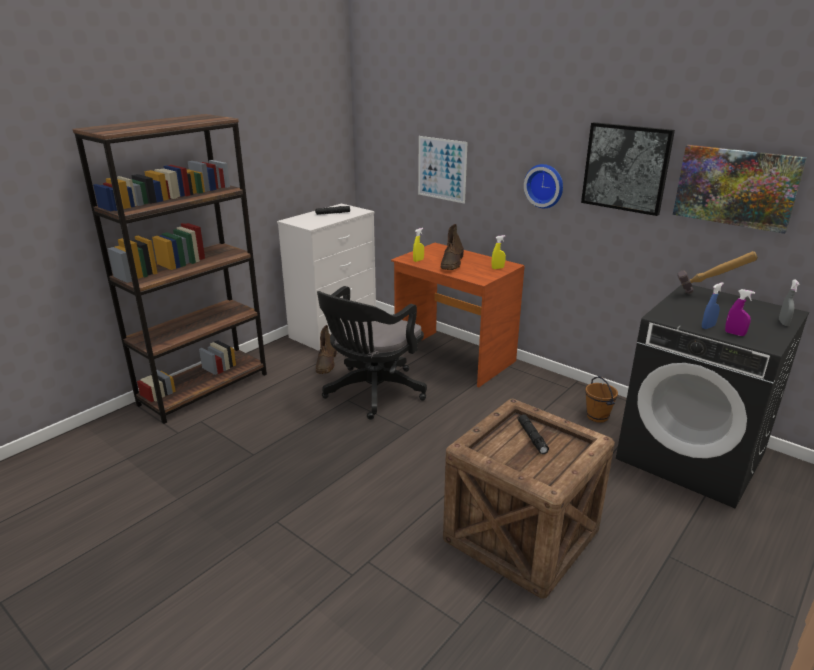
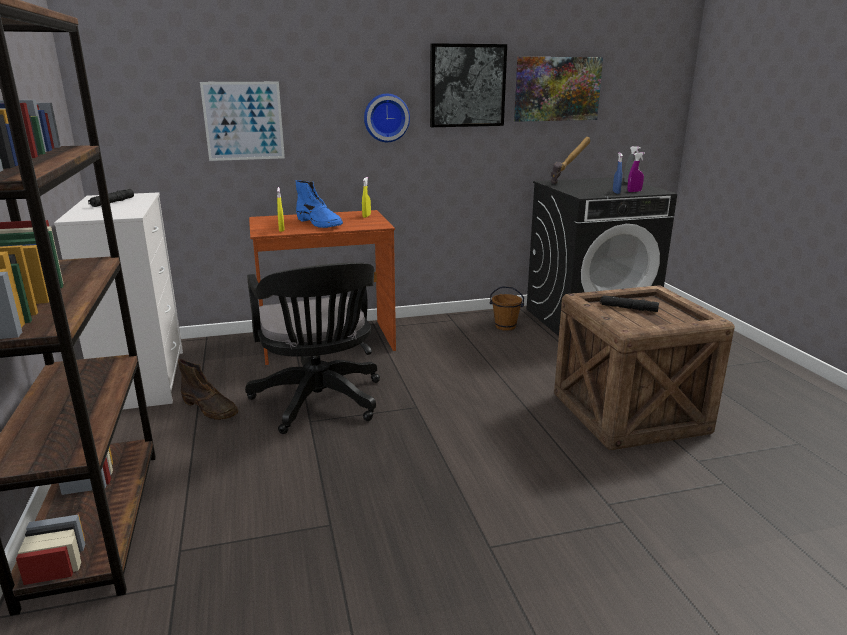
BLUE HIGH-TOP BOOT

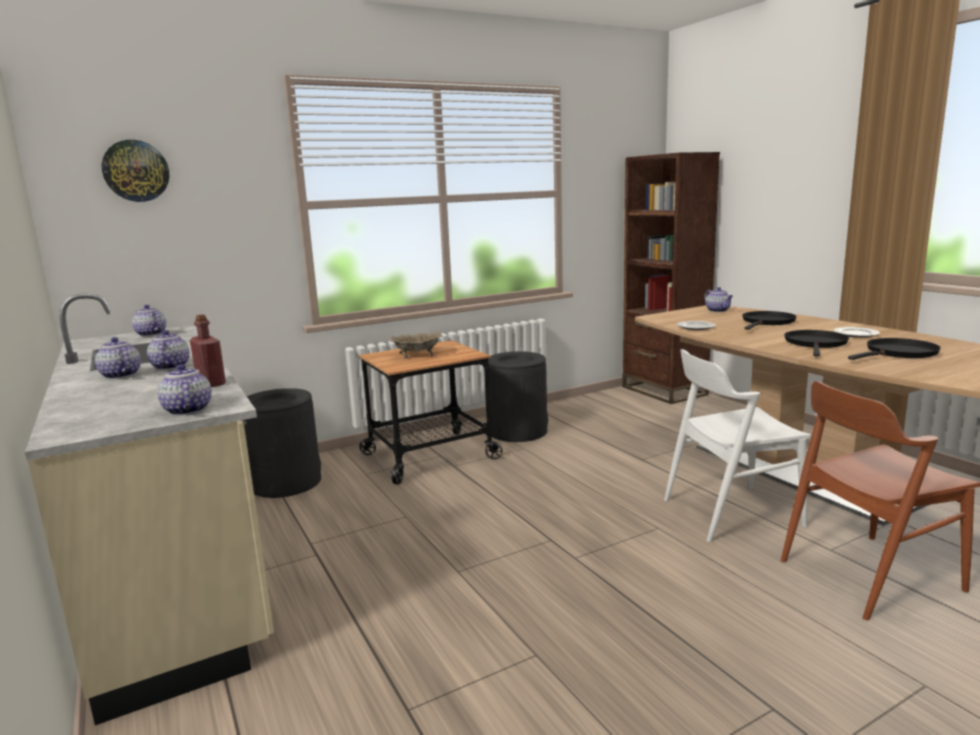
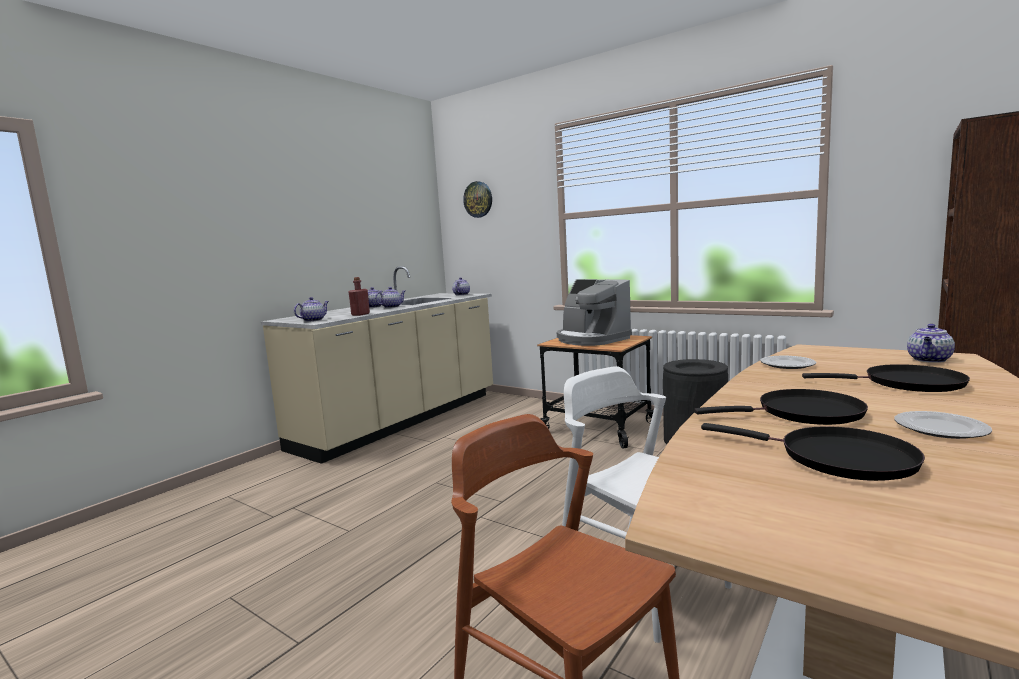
BLACK WASTE BIN (1st from left in the first image)
COFFEE BREWER

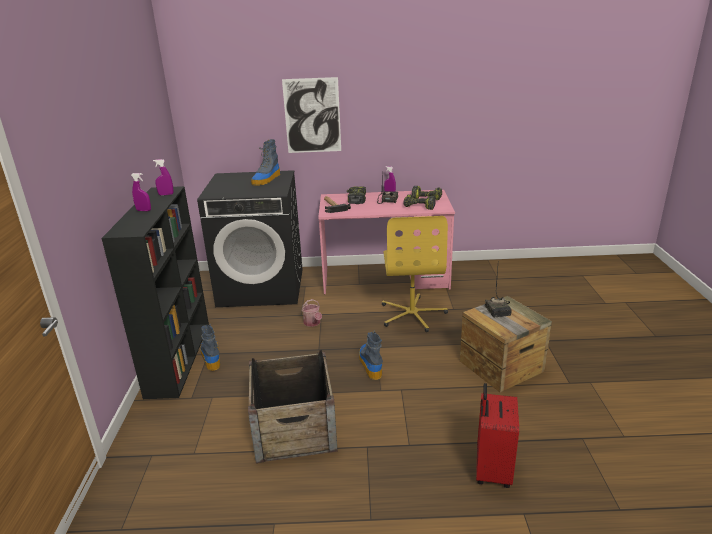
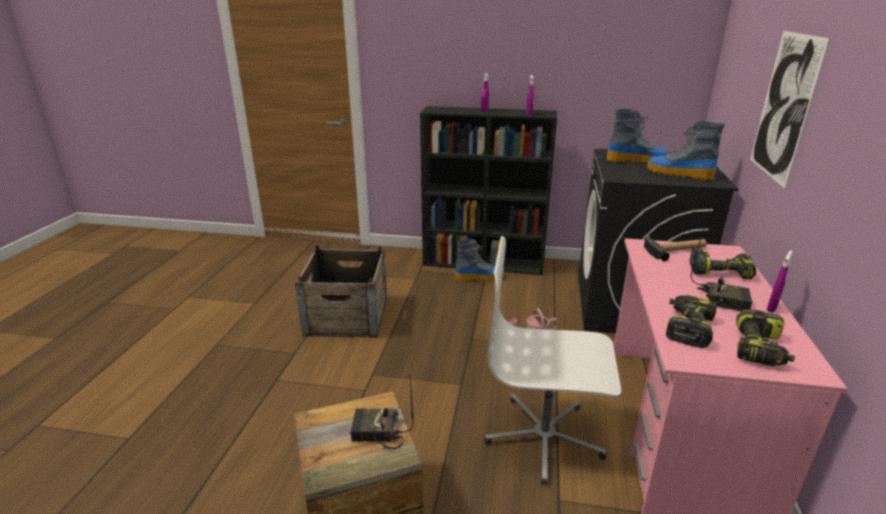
RED-COLOURED SUITCASE
HIGH-TOP BOOT (2nd from left)
WHITISH OFFICE CHAIR

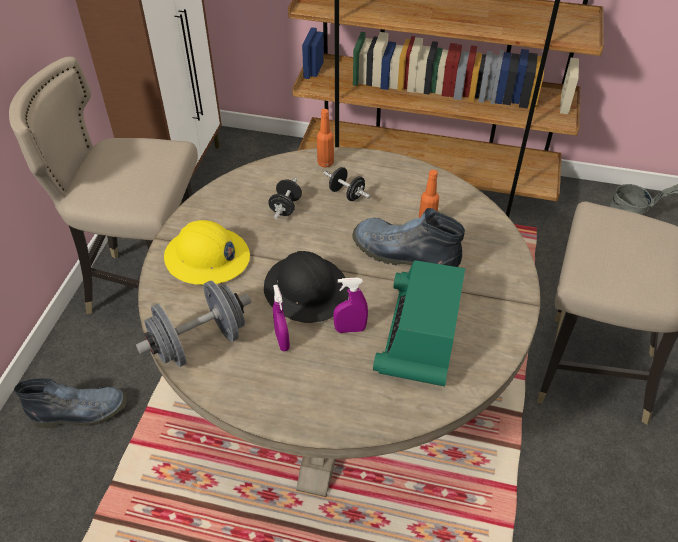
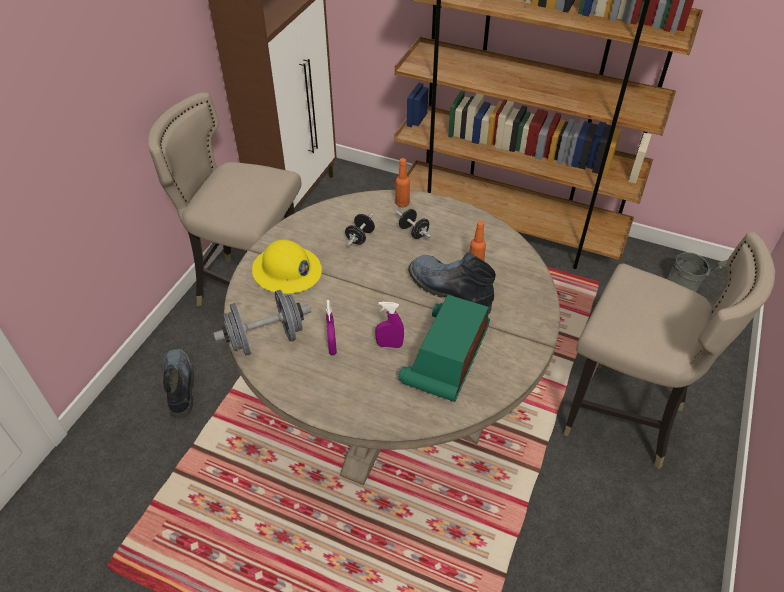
BLACK HARD HAT
HIGH-TOP BOOT (1st from left)

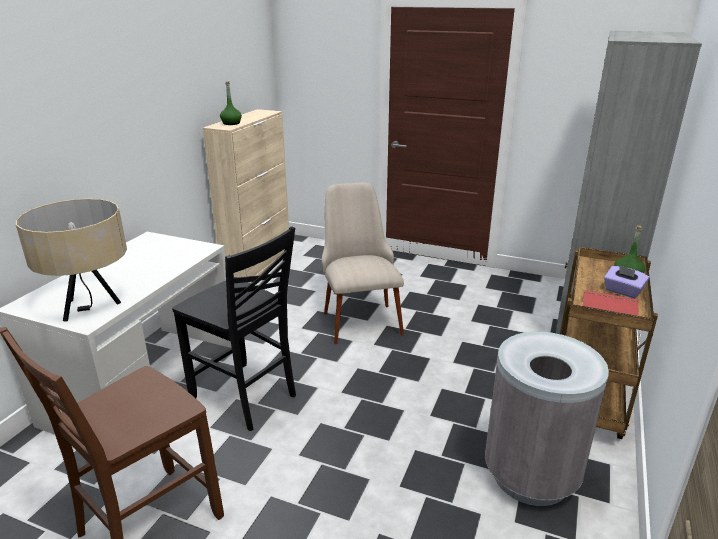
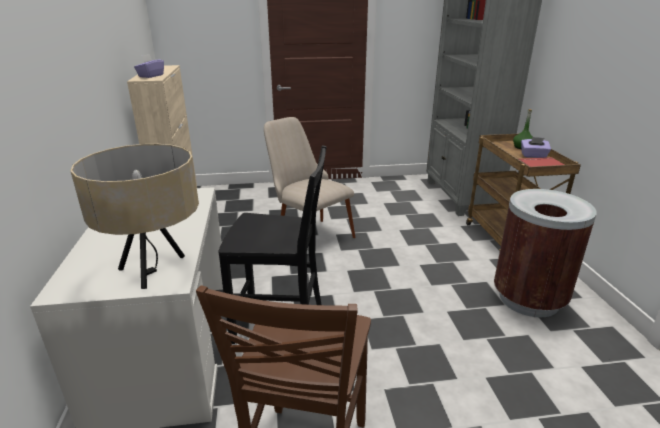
PURPLE-COLOURED TISSUE BOX (1st from left)
BROWNISH WASTE BIN

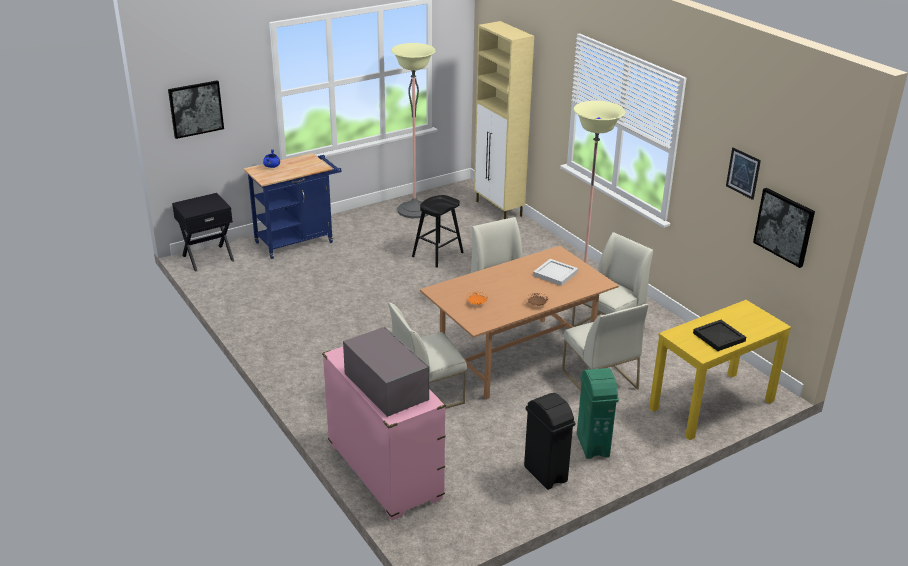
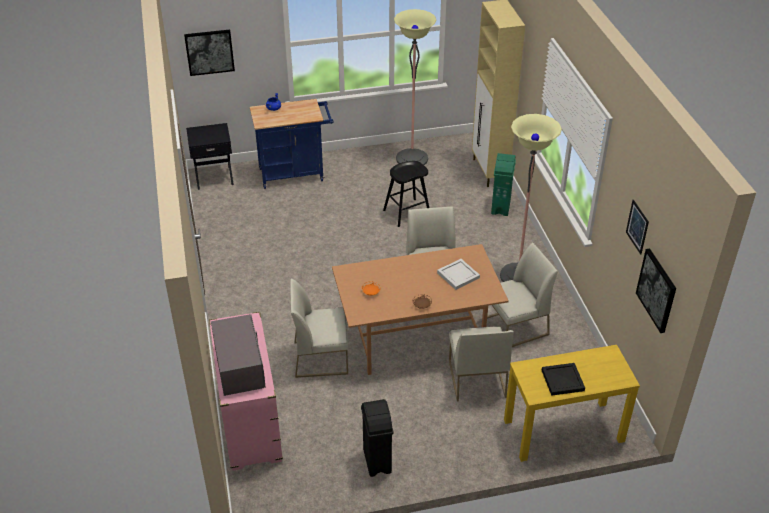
GREEN-COLOURED WASTE BIN

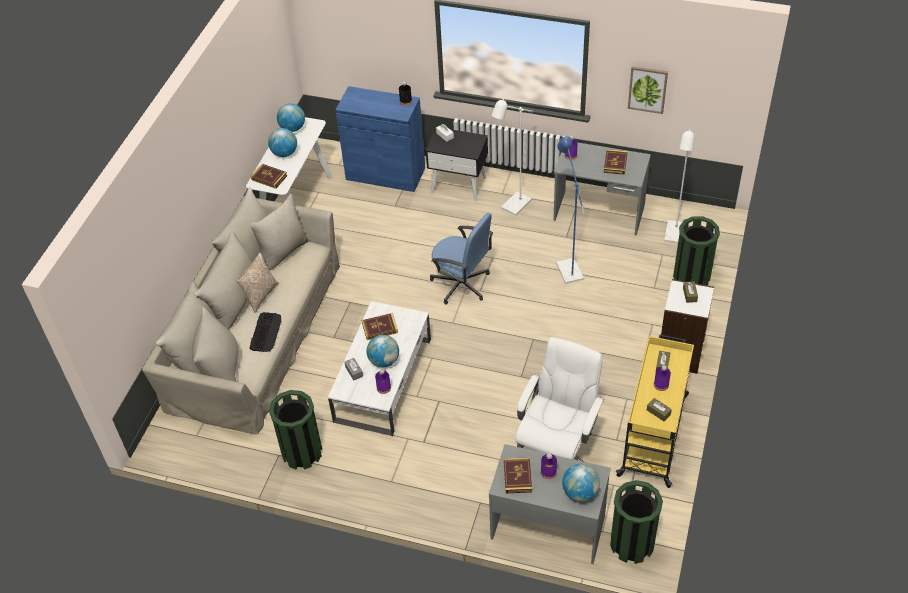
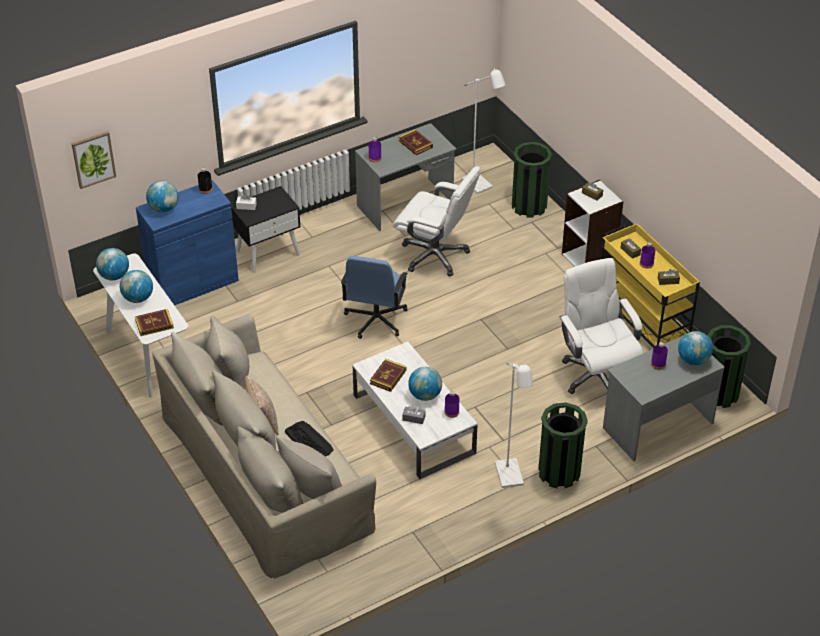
BOUND BOOK (3rd from left in the first image)
DESK GLOBE (3rd from left)
GREEN-COLOURED WASTE BIN (2nd from left)
WHITISH STANDING LAMP (2nd from left)
WALL ART
WHITISH OFFICE CHAIR (1st from left)
BLUE OFFICE CHAIR

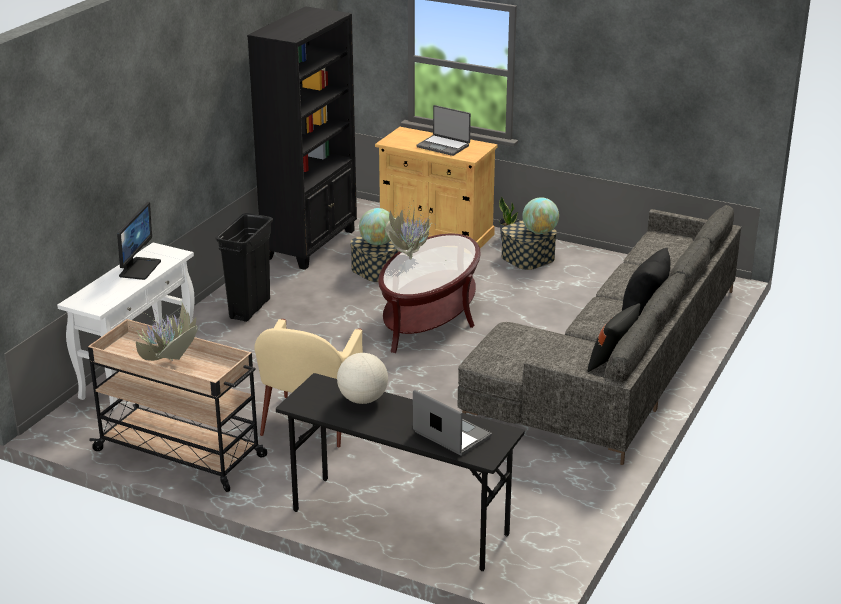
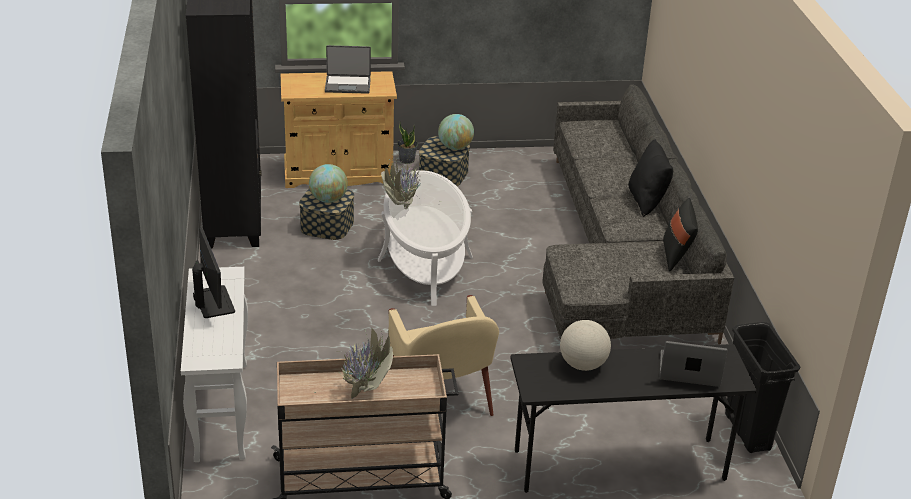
BLACK WASTE BIN
WHITISH LOW TABLE

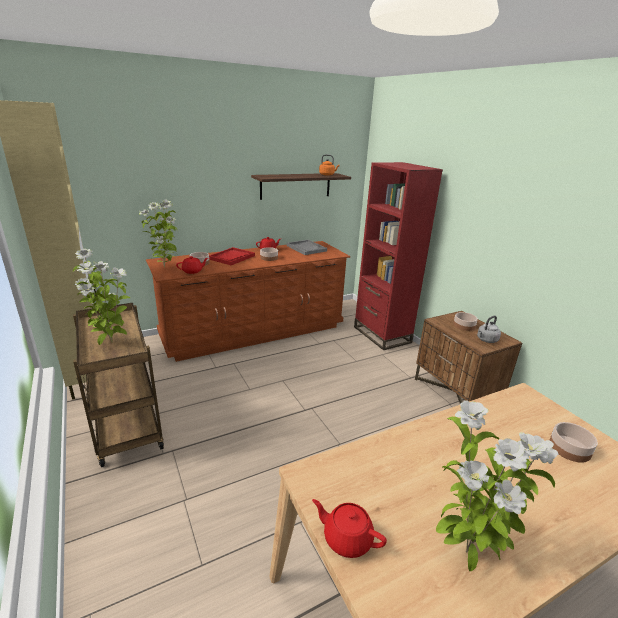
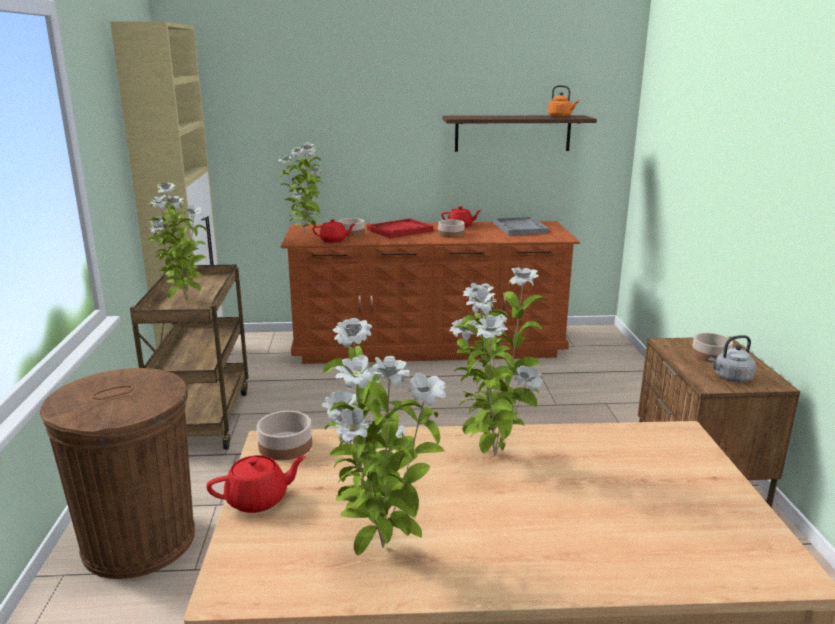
RED-COLOURED BOOKSHELF
BROWNISH WASTE BIN
HOUSEPLANT (4th from left)
BOWL (1st from left)
RED-COLOURED POT FOR TEA (1st from left)

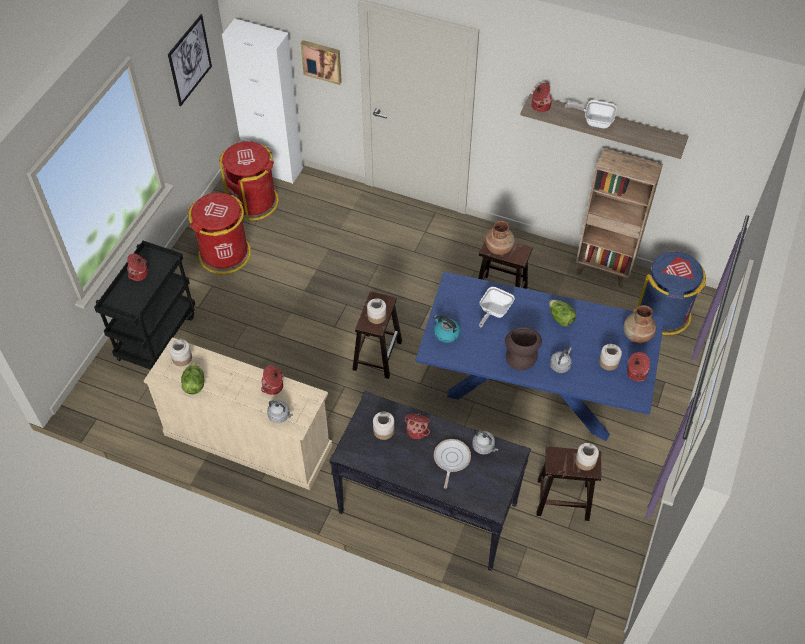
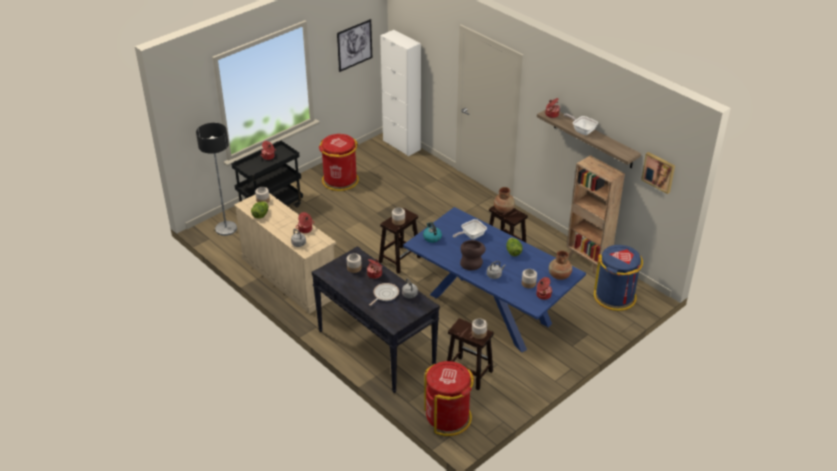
STANDING LAMP
RED-COLOURED WASTE BIN (2nd from left)
WALL ART (2nd from left)

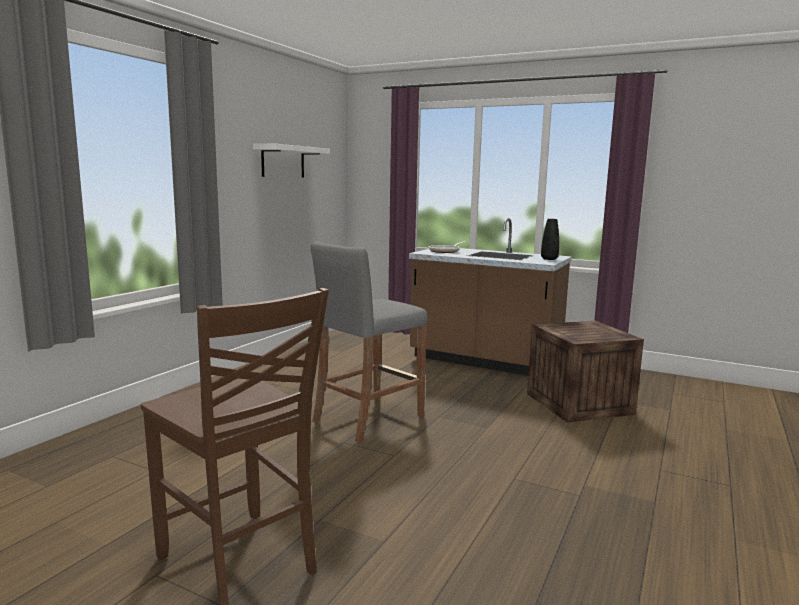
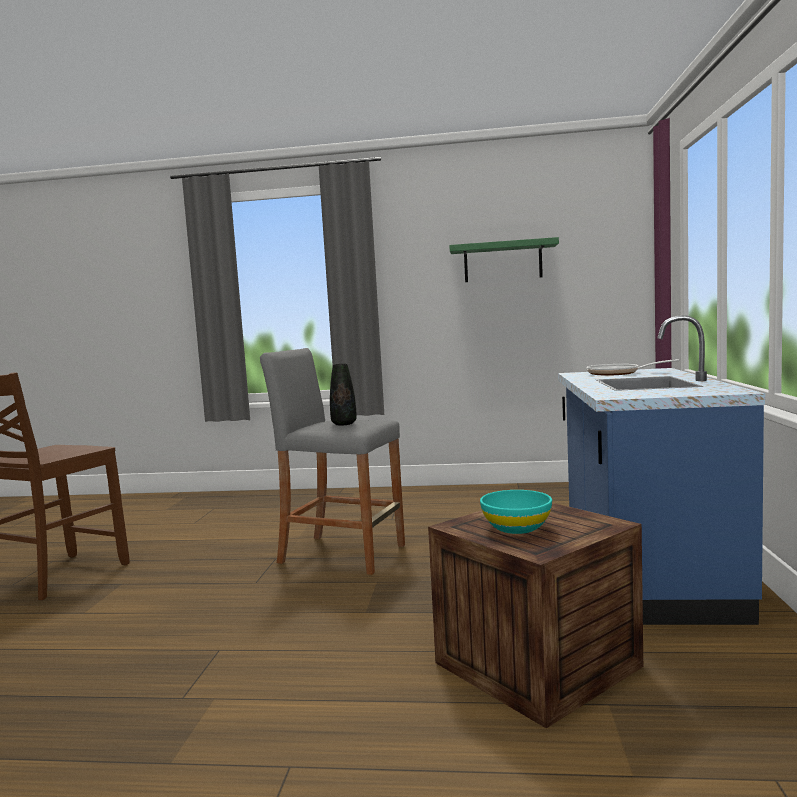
BLUE-GREEN BOWL
BLACK DECORATIVE VASE
GREEN-COLOURED BRACKET SHELF
BLUE KITCHEN COUNTER

